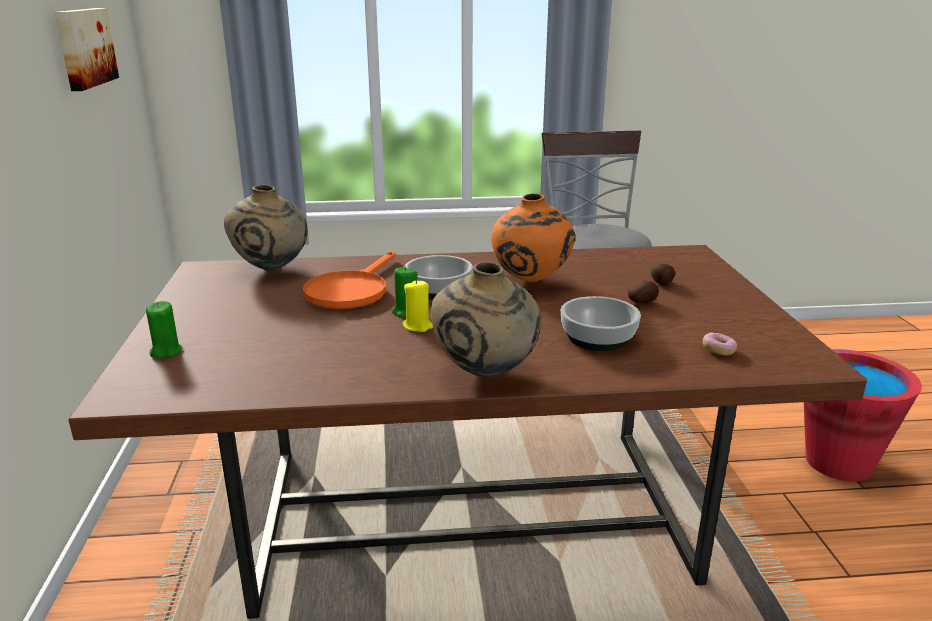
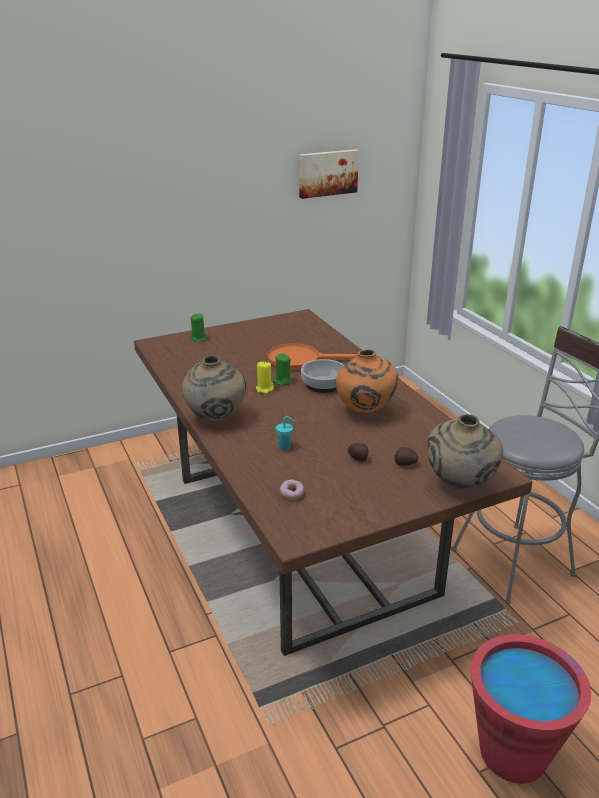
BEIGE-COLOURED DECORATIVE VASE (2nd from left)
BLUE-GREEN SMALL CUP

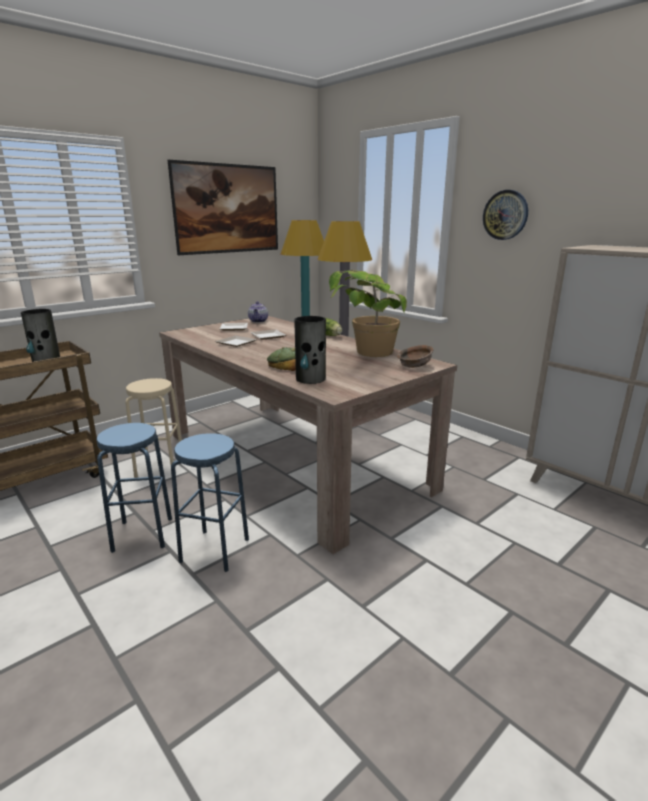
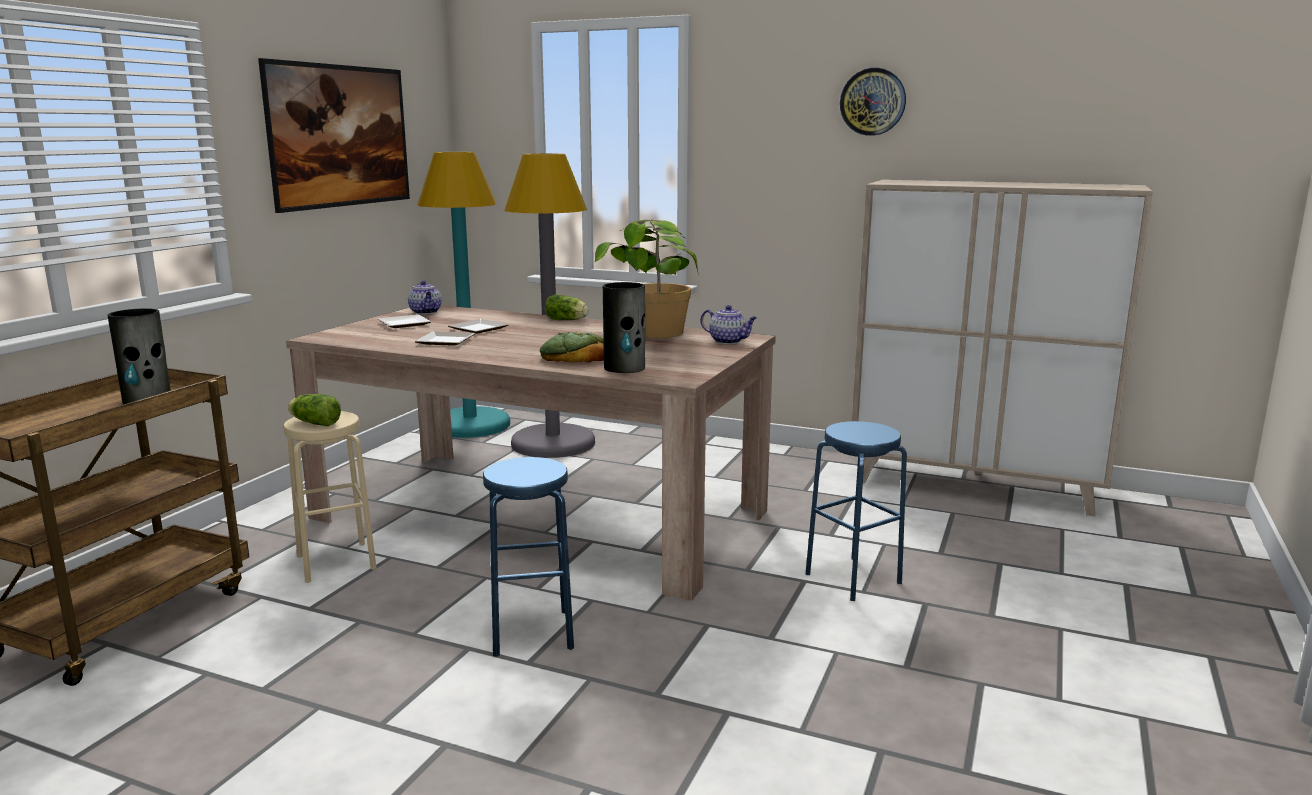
LETTUCE (1st from left)
BLUE STOOL (2nd from left)
CLOCK ON THE WALL
POT FOR TEA (2nd from left)

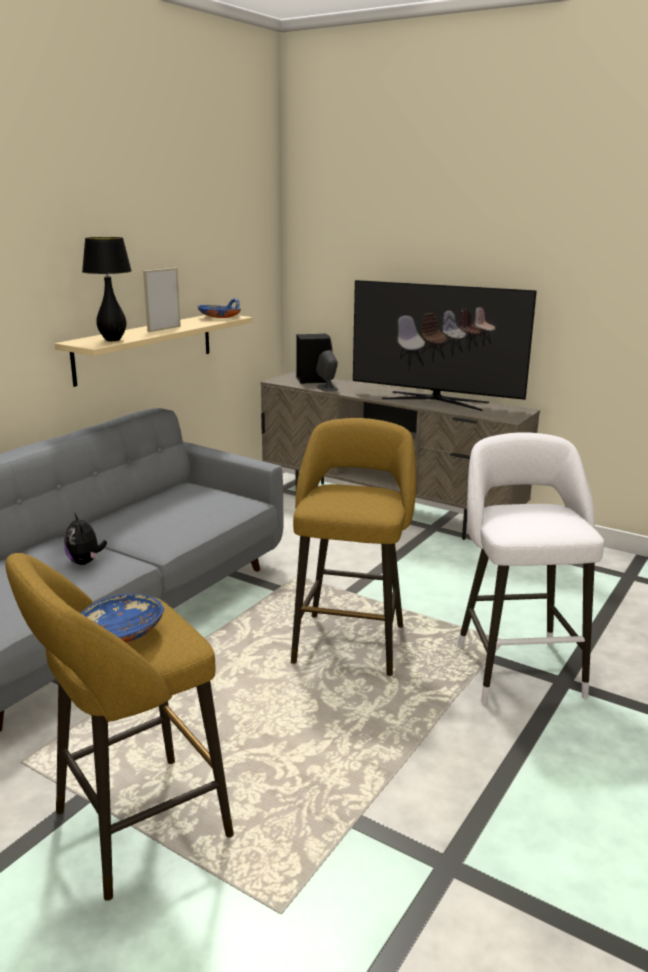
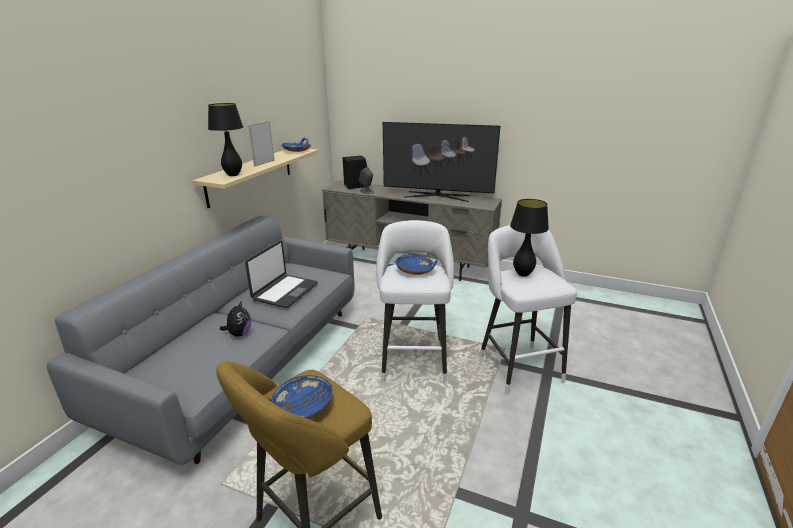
LAPTOP
BLUE BOWL (3rd from left)
BLACK LAMP FOR A TABLE (2nd from left)
WHITISH STOOL (1st from left)
SOFT TOY

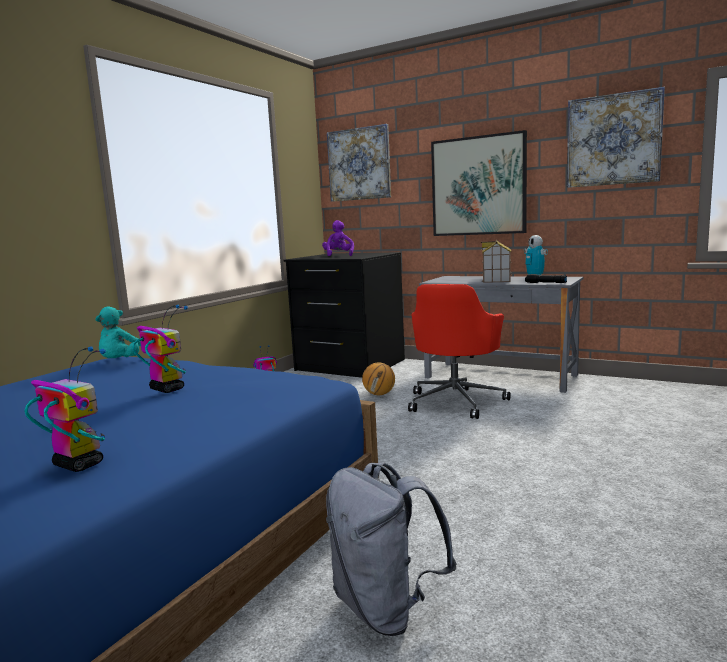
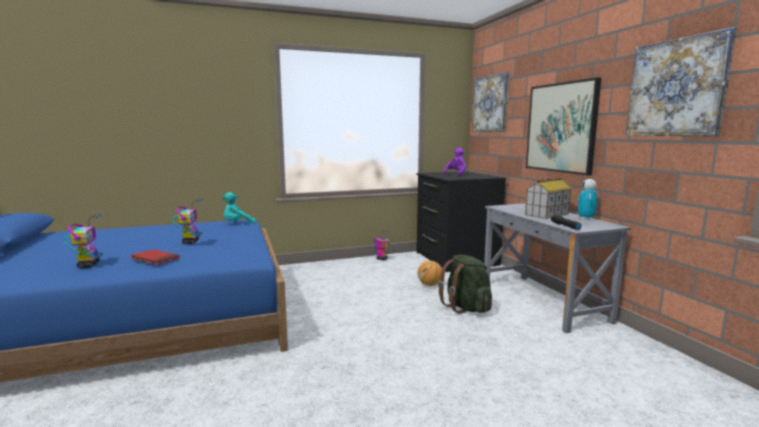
GRAY RUCKSACK
RED-COLOURED BOUND BOOK
GREEN-COLOURED RUCKSACK

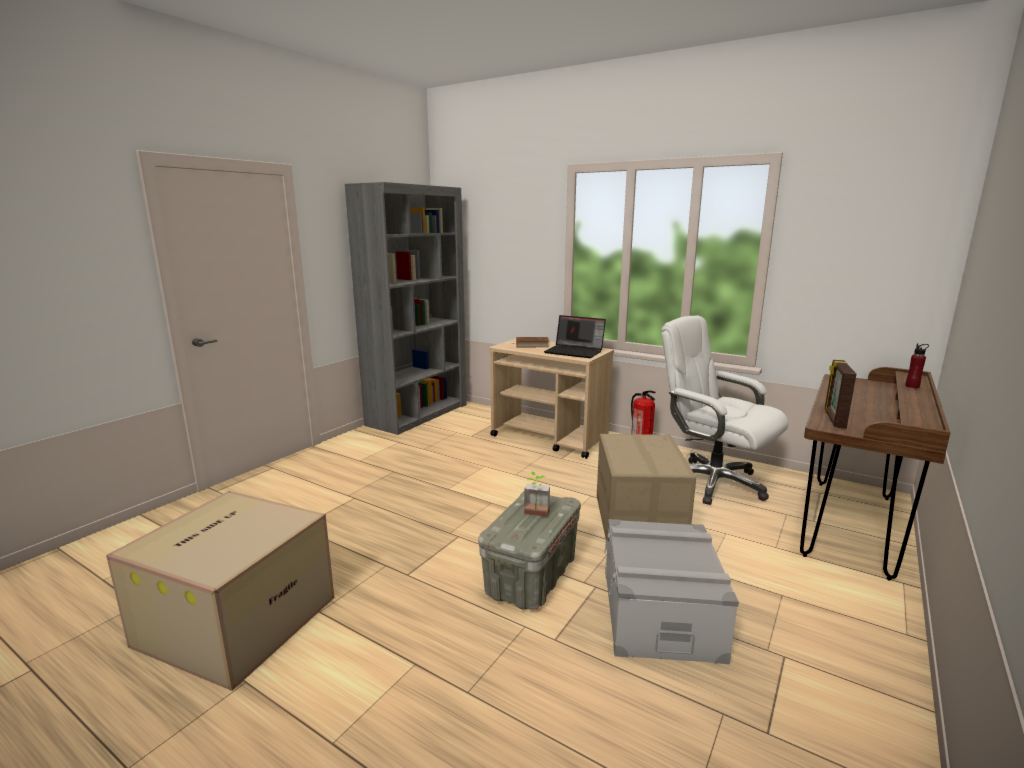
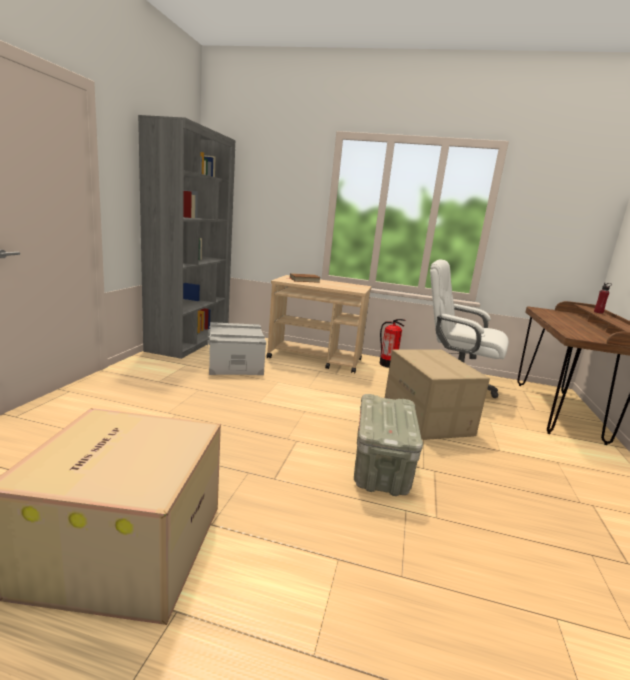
HOUSEPLANT
LAPTOP
STANDING FRAME
GRAY STORAGE BIN (1st from left)

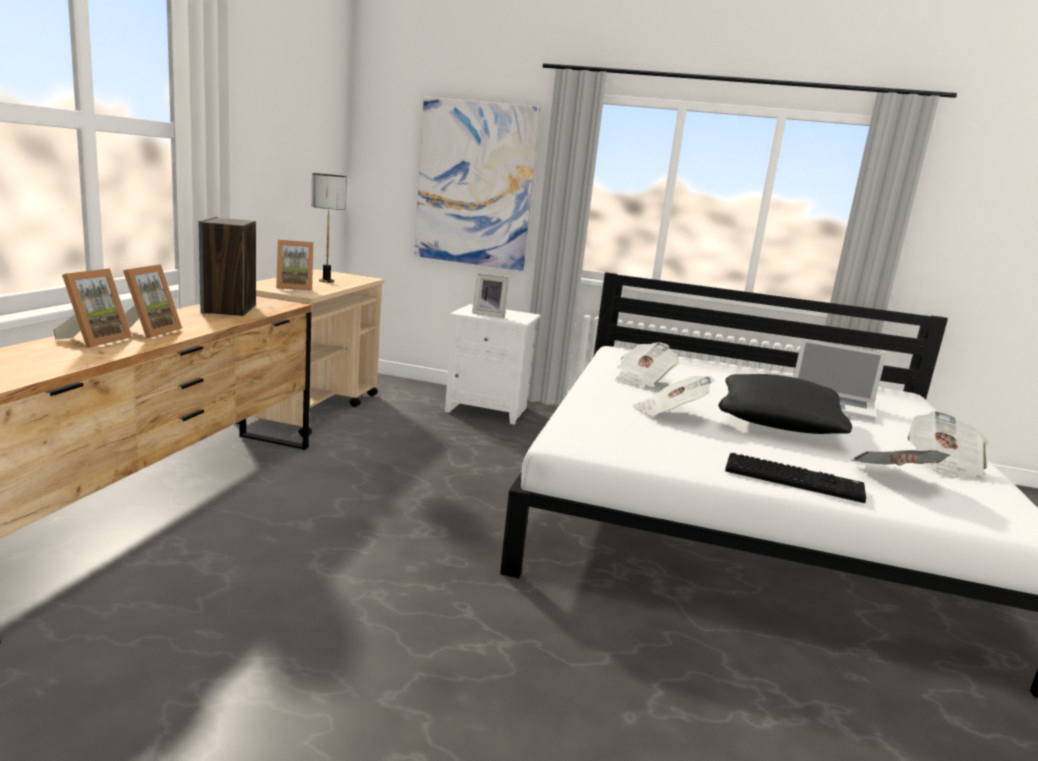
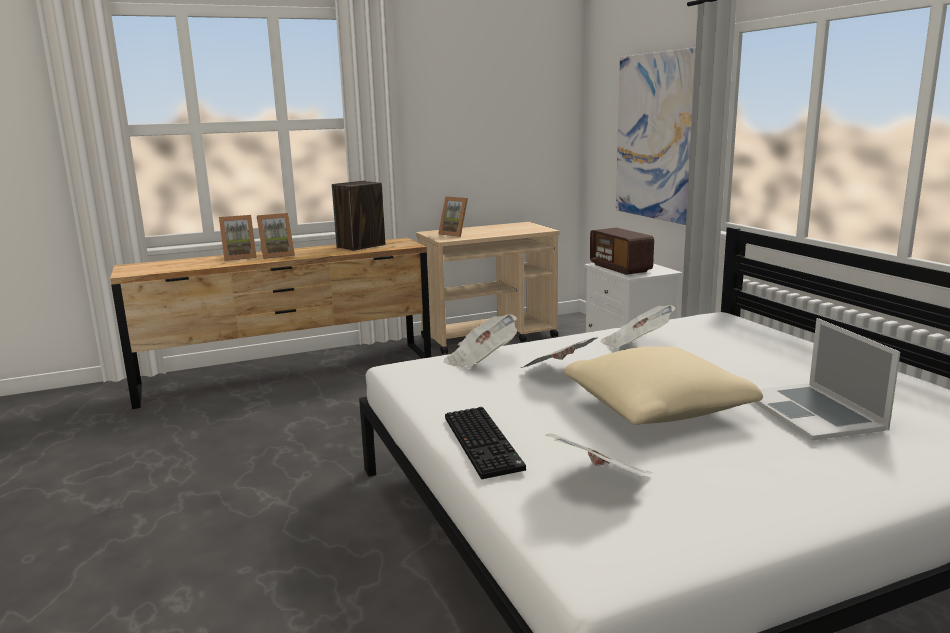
LAMP FOR A TABLE
PRINTED PAPER (1st from left)
RADIO SET
BEIGE-COLOURED CUSHION

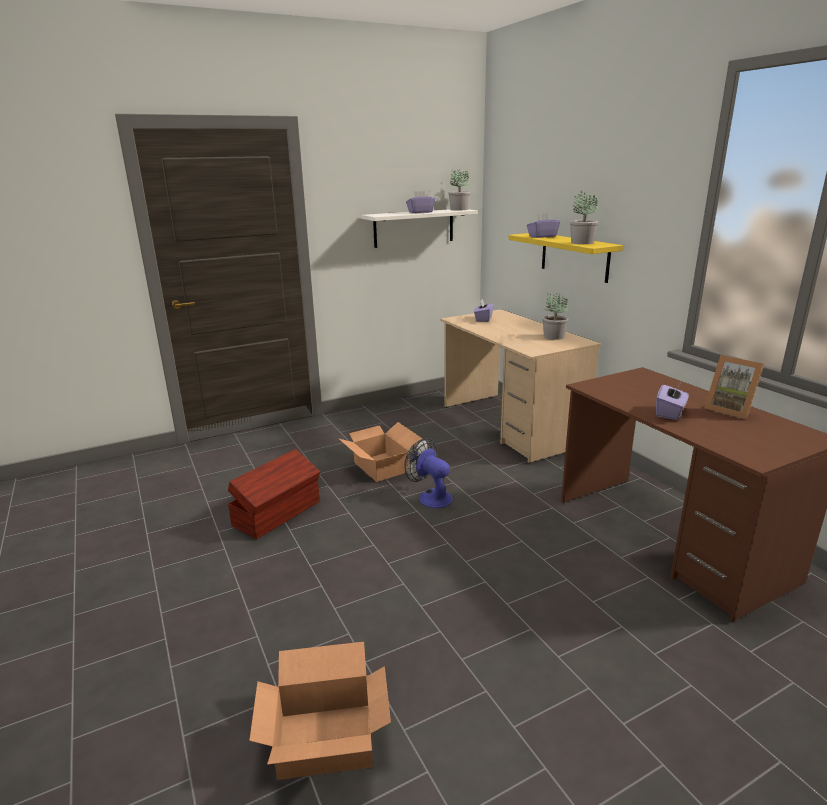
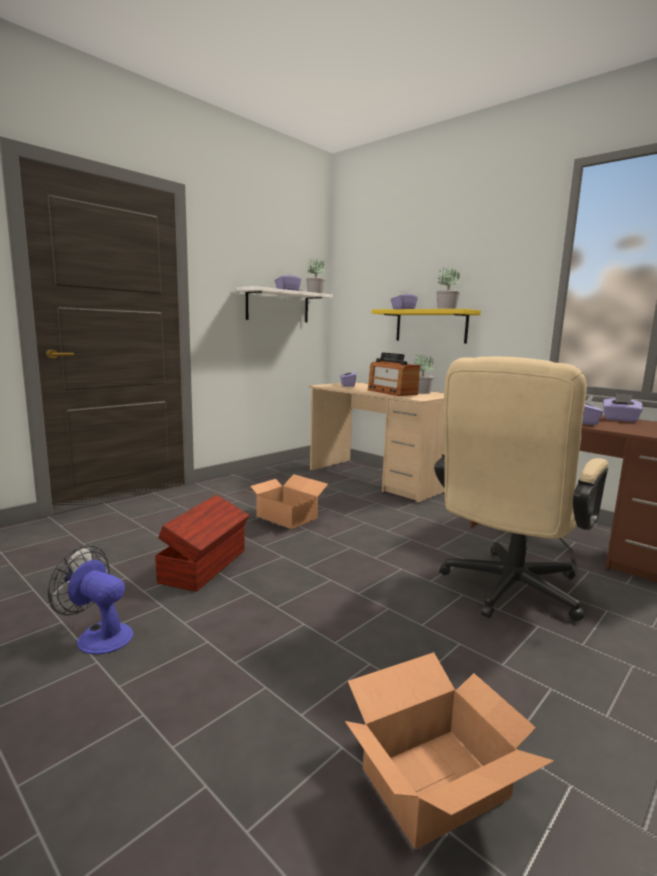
RADIO SET
BEIGE-COLOURED OFFICE CHAIR
FAN
PURPLE-COLOURED TISSUE BOX (5th from left)

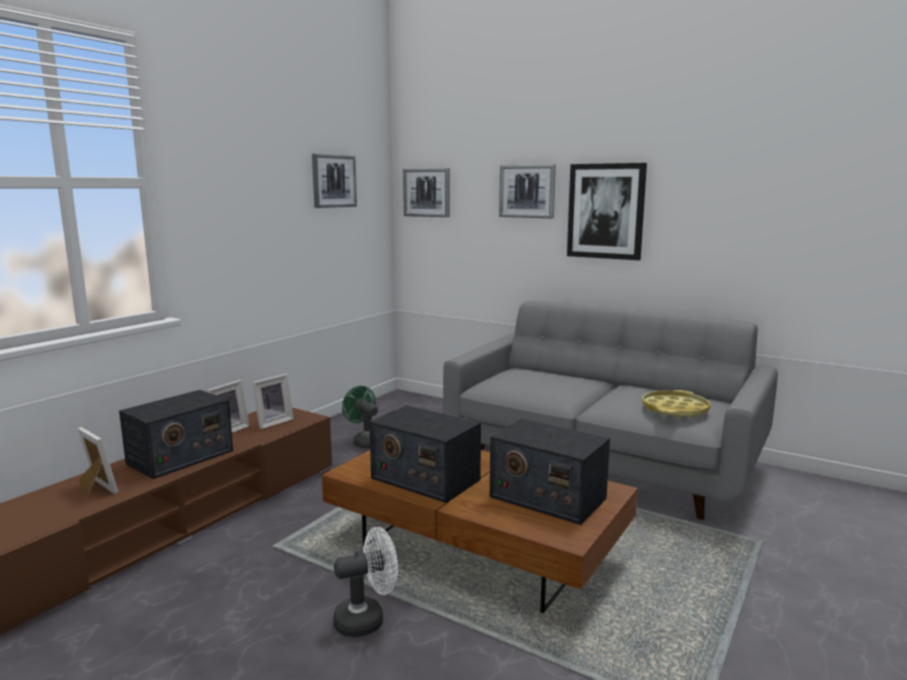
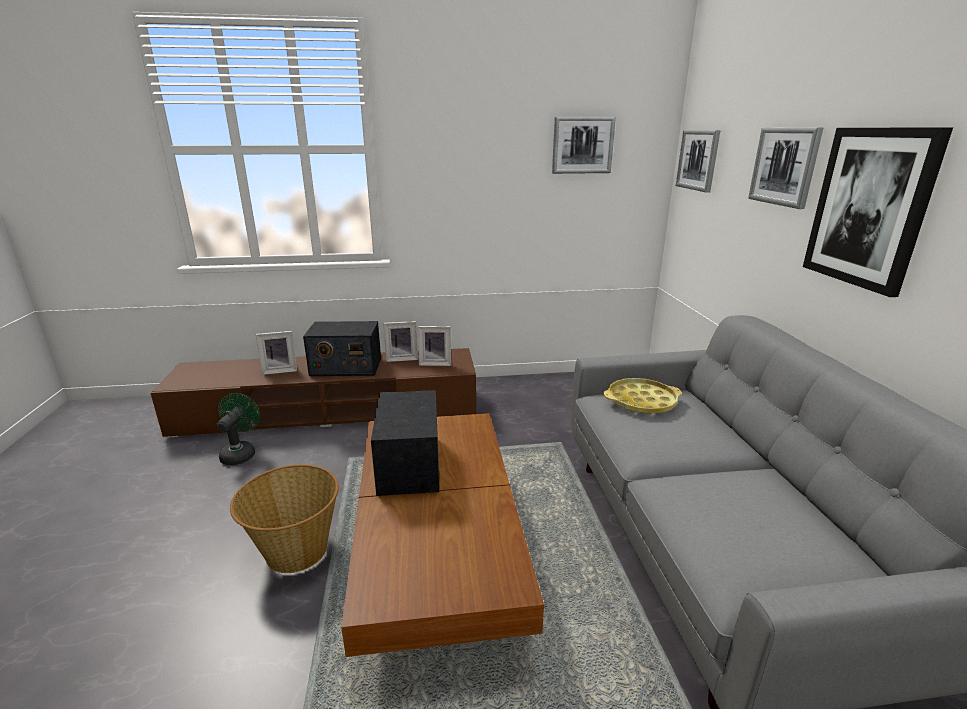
RADIO SET (3rd from left in the first image)
GREEN-COLOURED FAN
YELLOWISH SERVING TRAY
BASKET
STANDING FRAME (1st from left)

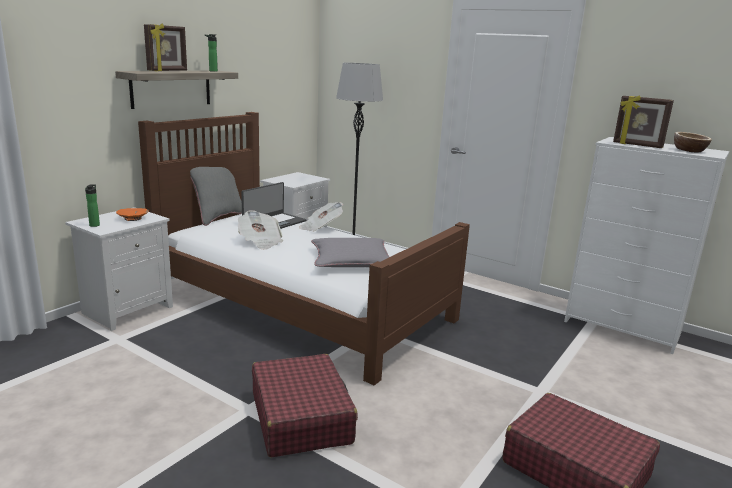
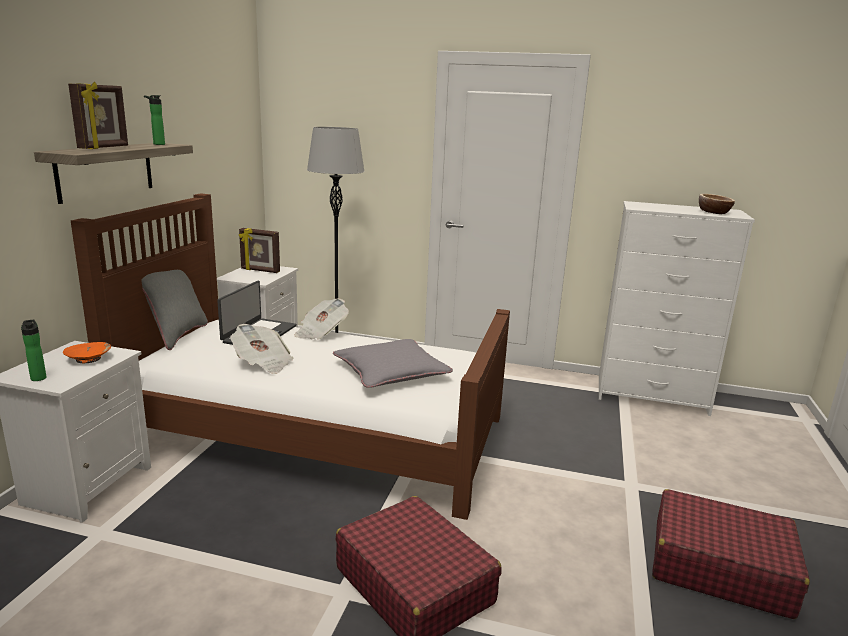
STANDING FRAME (2nd from left)

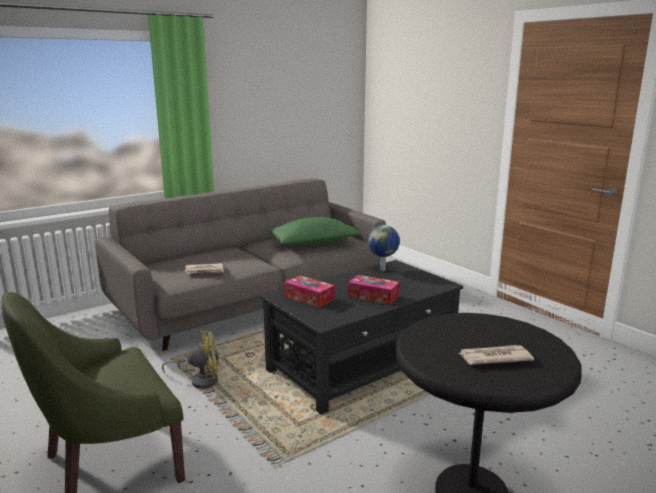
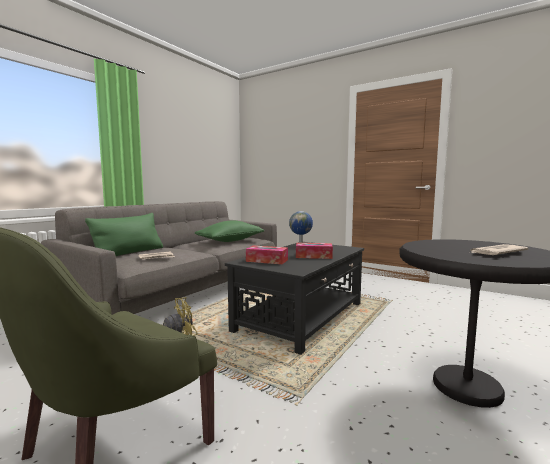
GREEN-COLOURED CUSHION (1st from left)

